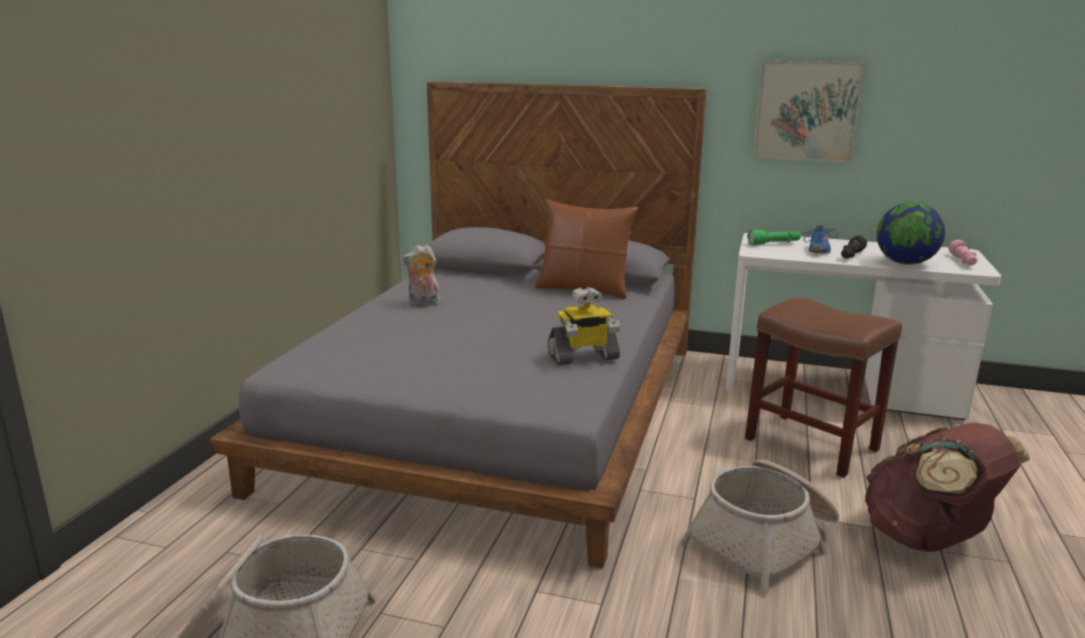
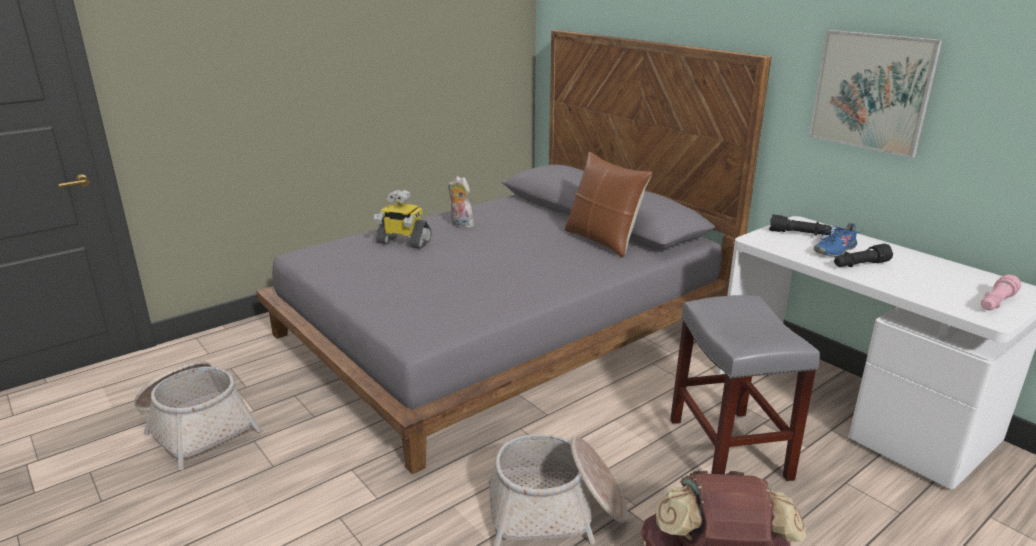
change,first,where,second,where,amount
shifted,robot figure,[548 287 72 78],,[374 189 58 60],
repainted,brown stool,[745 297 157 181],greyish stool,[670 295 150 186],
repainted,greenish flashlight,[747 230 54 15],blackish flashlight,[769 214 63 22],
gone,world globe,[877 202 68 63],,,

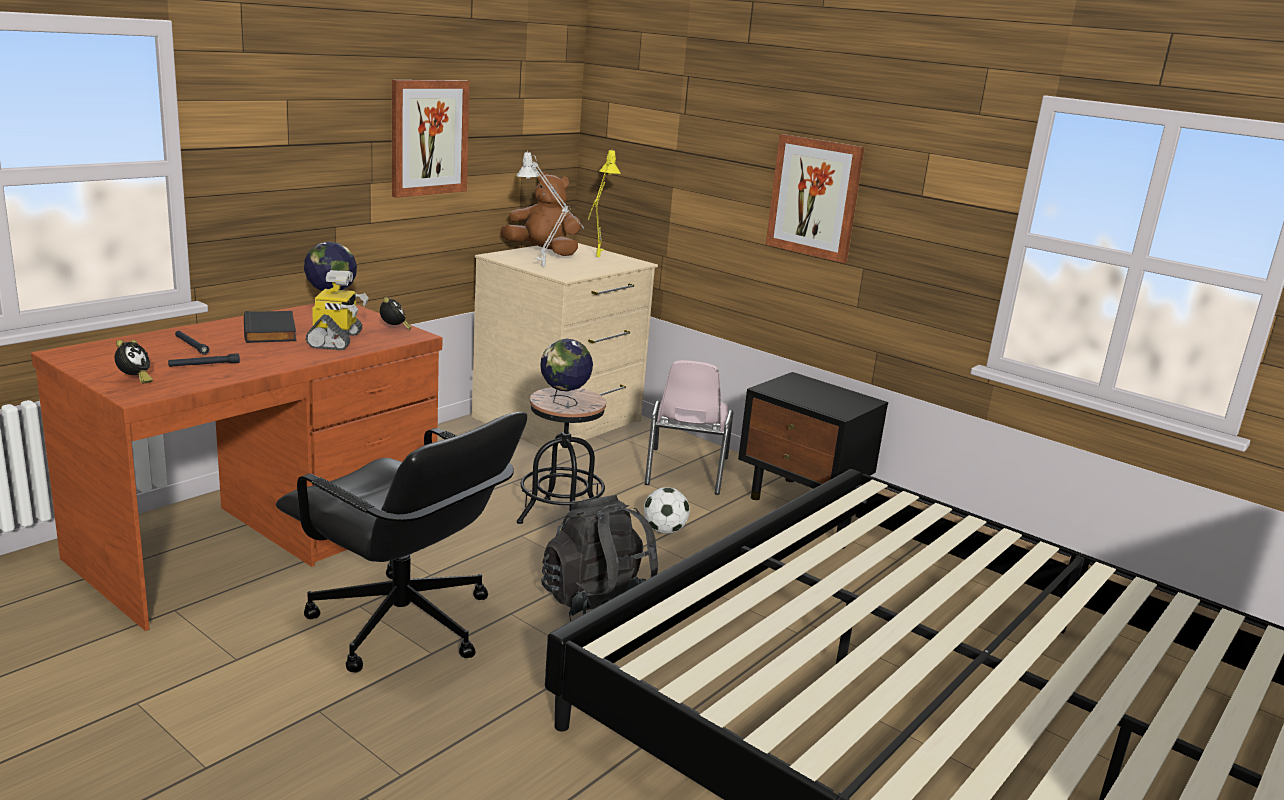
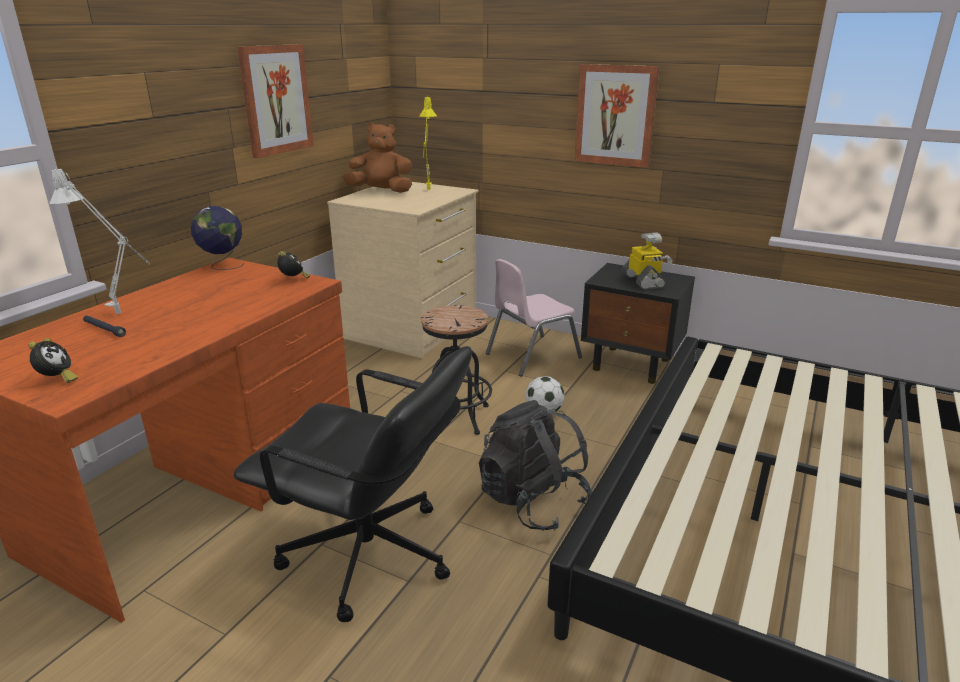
change,first,where,second,where,amount
shifted,greyish table lamp,[516 150 68 116],,[49 167 100 147],
rotated,pinkish plain chair,[645 360 88 135],,[486 259 96 118],60 degrees clockwise
shifted,robot figure,[305 270 64 80],,[622 232 51 58],
gone,blackish flashlight,[168 353 72 14],,,
gone,blackish bound book,[244 311 52 32],,,
gone,world globe,[540 339 53 69],,,

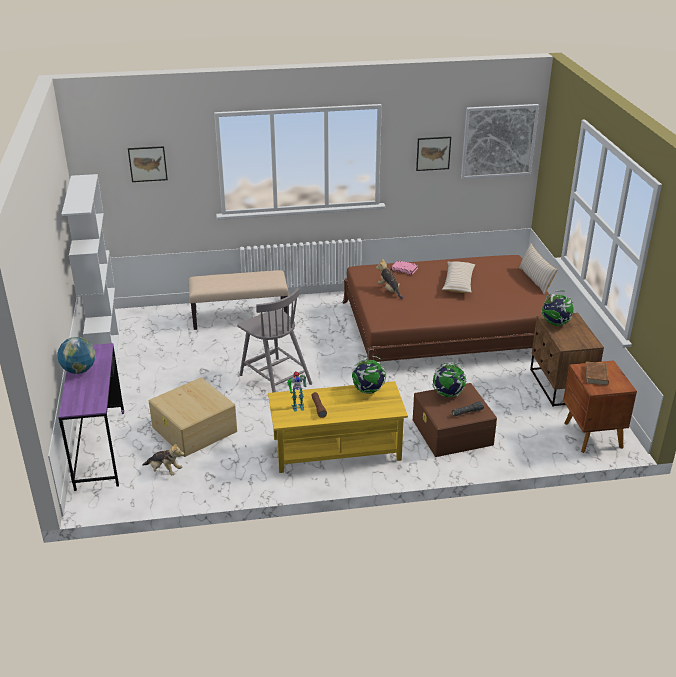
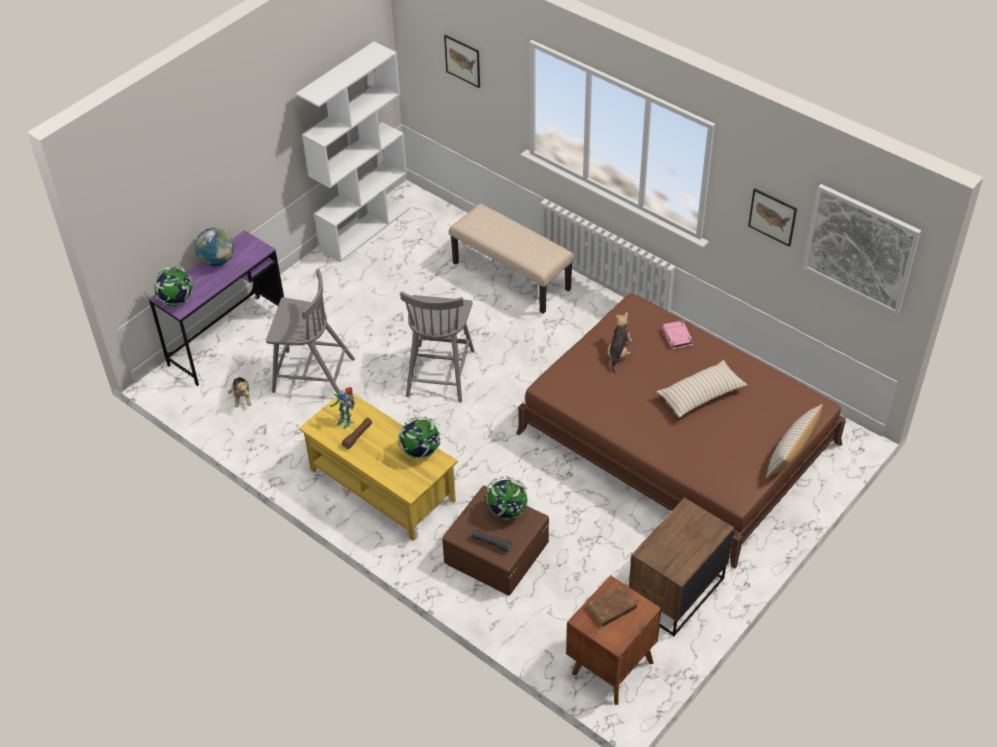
change,first,where,second,where,amount
shifted,world globe,[541 290 33 36],,[154 265 39 41],
swapped,sand-coloured storage container,[149 378 88 79],greyish plain chair,[266 269 89 125],

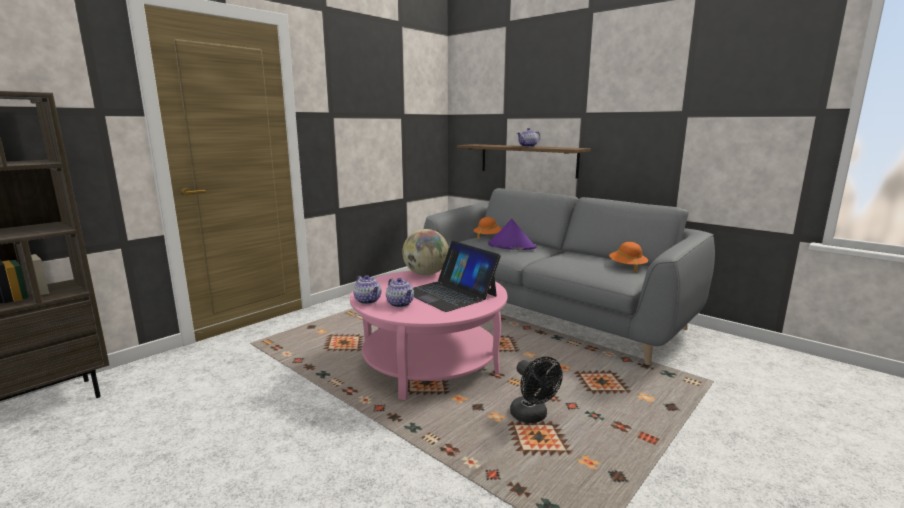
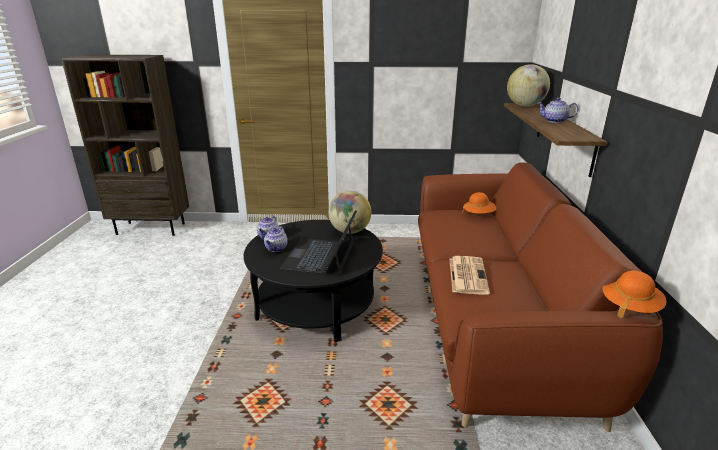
change,first,where,second,where,amount
repainted,pinkish lounge table,[350 270 157 130],blackish lounge table,[244 220 139 122],
repainted,greyish sofa,[424 188 291 177],brown sofa,[418 162 245 270],
new,,,newspaper,[450 256 40 39],
new,,,world globe,[507 64 43 43],
shifted,orange-coloured hat,[609 242 39 30],,[603 271 64 47],
gone,purplish hat,[488 219 49 31],,,
gone,blackish electric fan,[510 356 53 67],,,

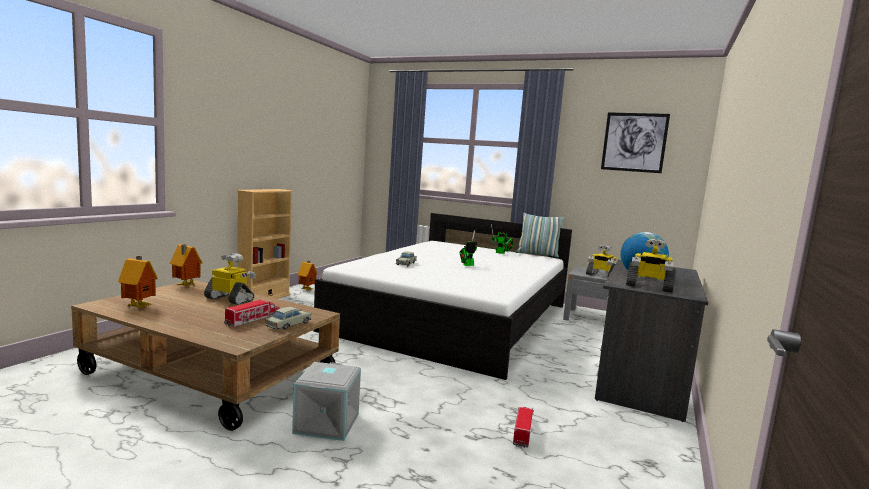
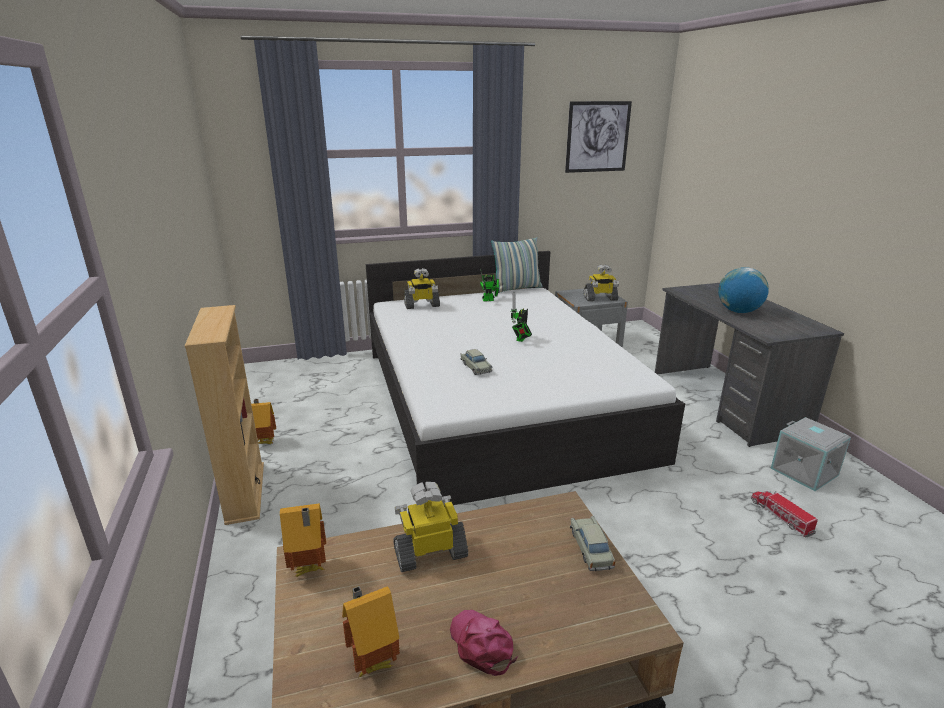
change,first,where,second,where,amount
shifted,robot figure,[626 239 50 54],,[404 268 36 41],
new,,,pinkish peaked cap,[450 610 68 66],
shifted,greyish storage container,[292 362 69 79],,[771 417 80 74],
gone,toy truck,[224 300 56 27],,,

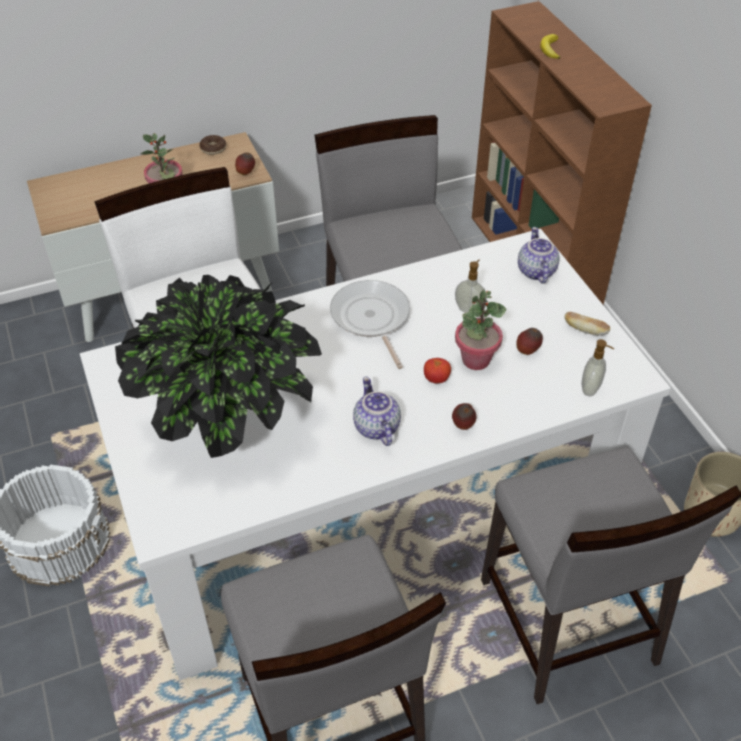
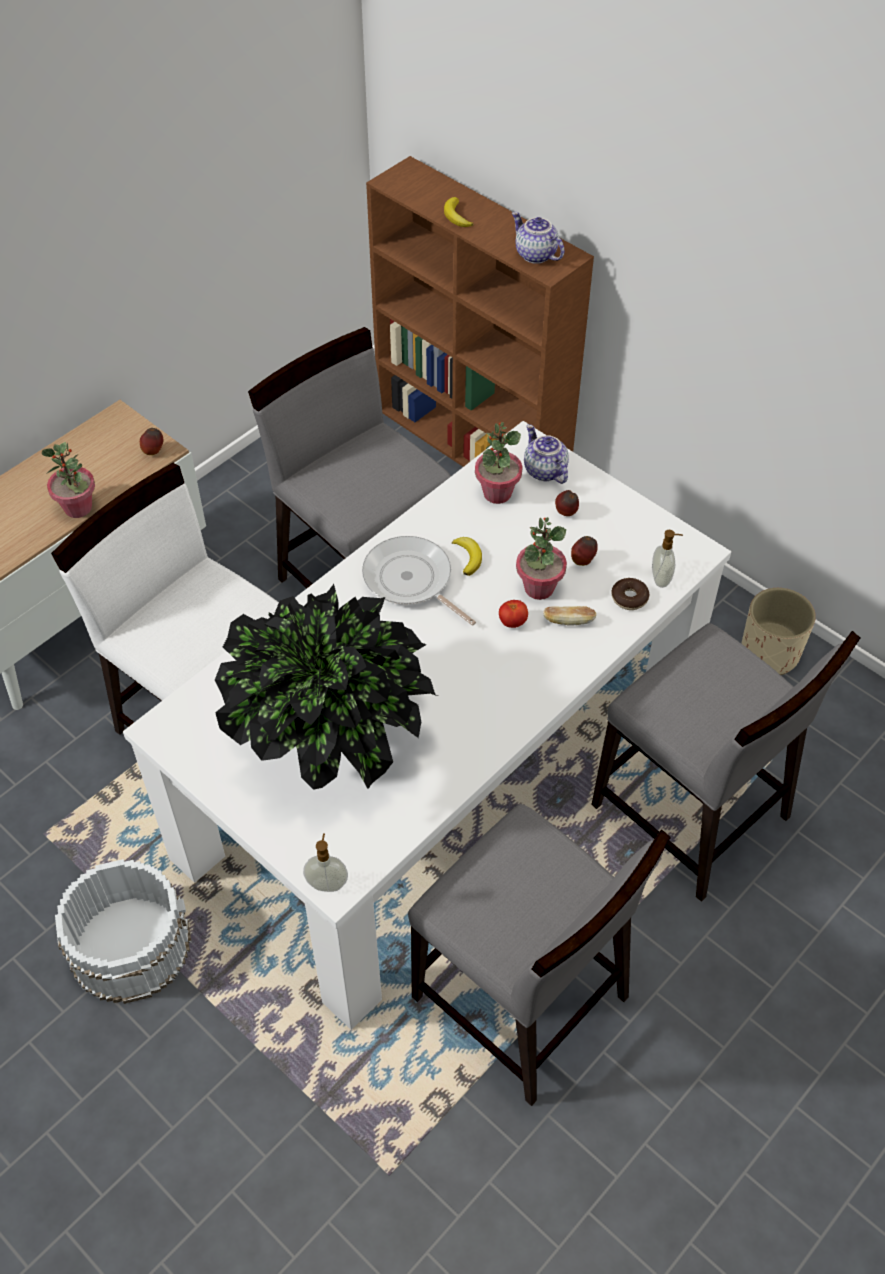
change,first,where,second,where,amount
shifted,liquid soap bottle,[455 260 32 53],,[303 833 45 59],
new,,,banana,[452 537 30 39],
new,,,houseplant,[475 422 48 82],
shifted,tea pot,[353 377 48 69],,[512 212 52 52],
shifted,bakery bread,[564 312 46 24],,[543 606 53 20],
shifted,whole apple,[452 403 24 27],,[555 490 24 26],
shifted,ring doughnut,[199 135 27 20],,[612 578 37 32],

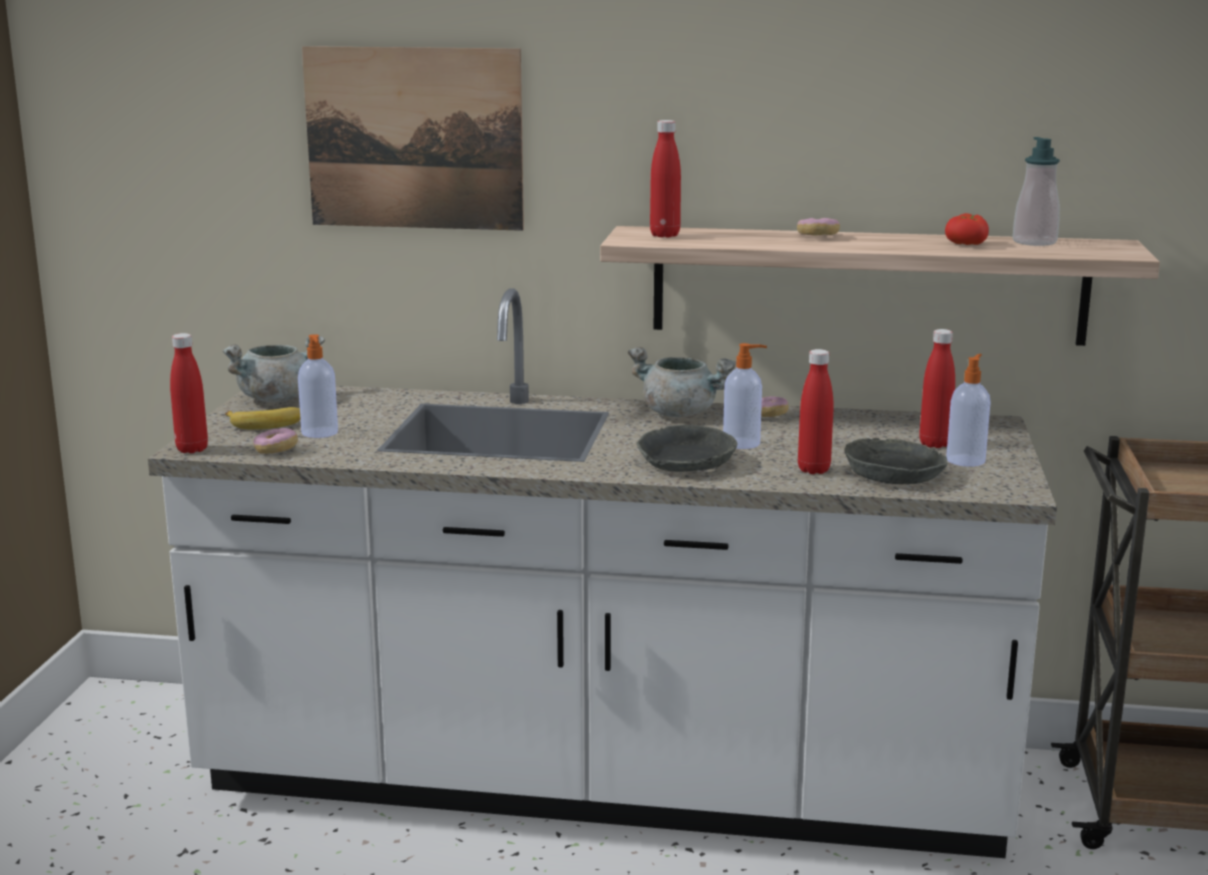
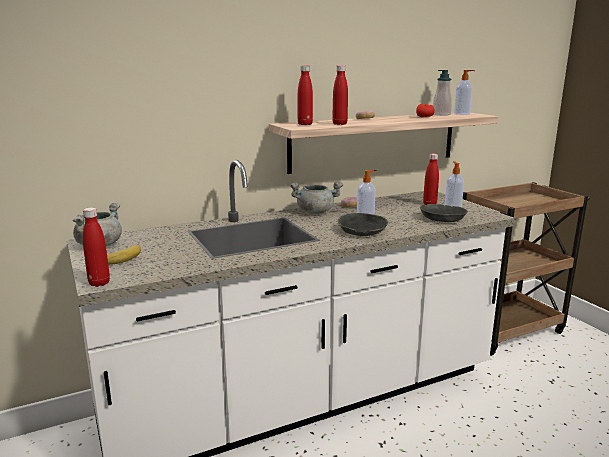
change,first,where,second,where,amount
shifted,red drink bottle,[798 349 36 125],,[332 65 16 60],
shifted,liquid soap bottle,[298 334 40 104],,[454 70 21 45],
gone,ring doughnut,[253 428 45 26],,,
gone,picture,[302 46 222 185],,,

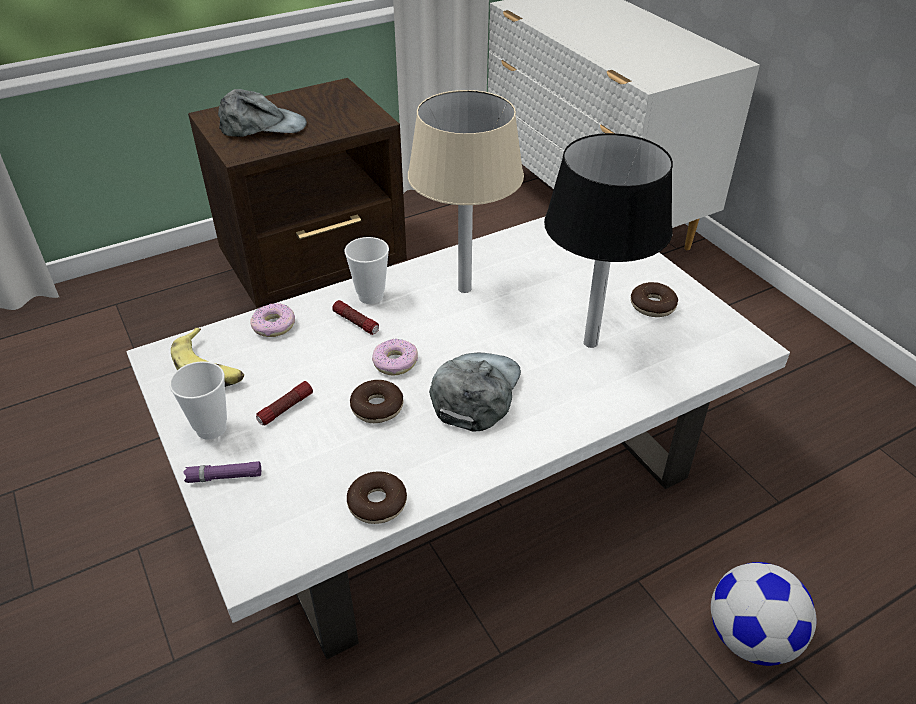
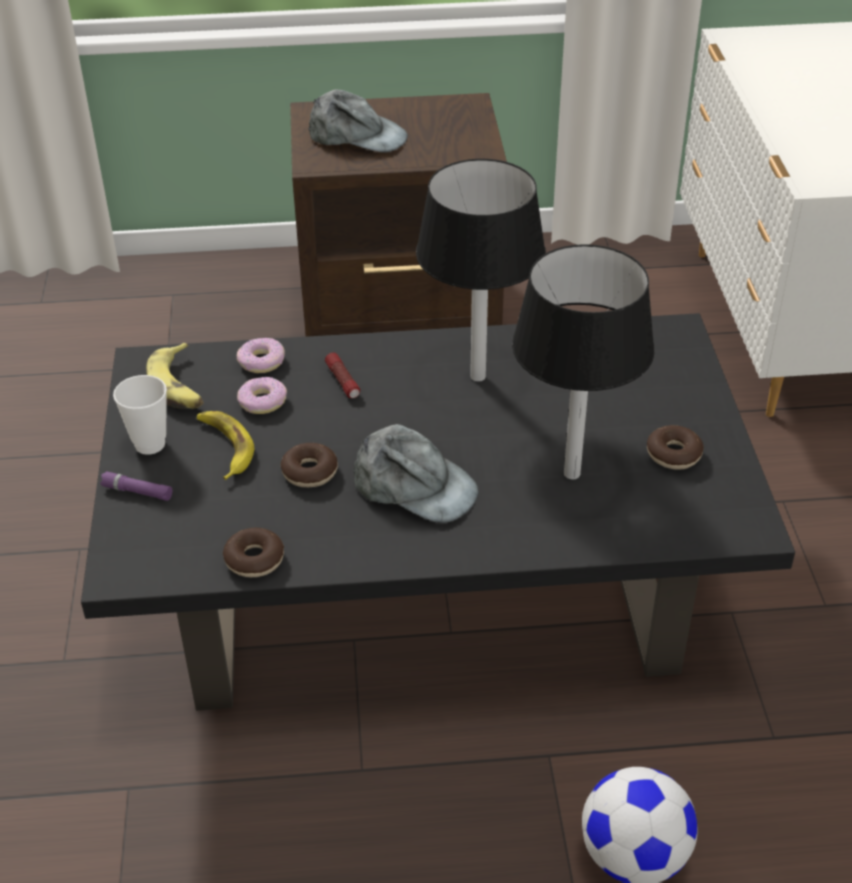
change,first,where,second,where,amount
repainted,whitish lounge table,[127 217 663 442],blackish lounge table,[81 313 714 398],
swapped,flashlight,[256 381 57 45],banana,[197 411 57 69],
shifted,ring doughnut,[372 339 46 36],,[237 377 50 37],
rotated,greyish peaked cap,[429 353 92 79],,[353 424 126 99],75 degrees clockwise
repainted,sand-coloured table lamp,[408 90 116 203],blackish table lamp,[416 159 130 223],
gone,drinking cup,[344 237 45 67],,,

